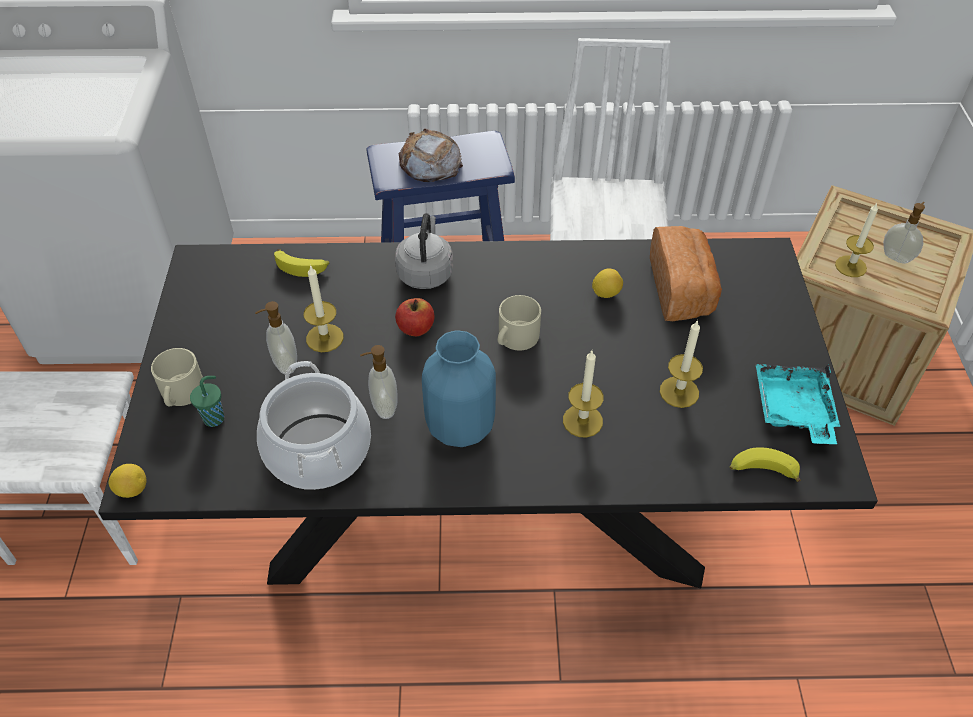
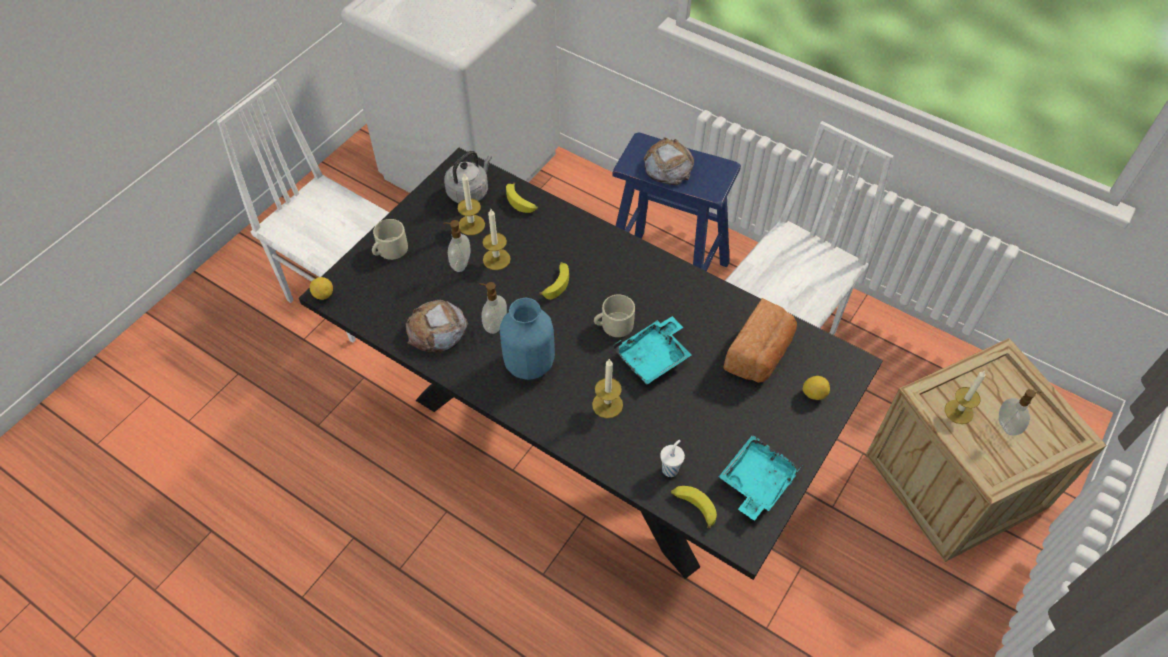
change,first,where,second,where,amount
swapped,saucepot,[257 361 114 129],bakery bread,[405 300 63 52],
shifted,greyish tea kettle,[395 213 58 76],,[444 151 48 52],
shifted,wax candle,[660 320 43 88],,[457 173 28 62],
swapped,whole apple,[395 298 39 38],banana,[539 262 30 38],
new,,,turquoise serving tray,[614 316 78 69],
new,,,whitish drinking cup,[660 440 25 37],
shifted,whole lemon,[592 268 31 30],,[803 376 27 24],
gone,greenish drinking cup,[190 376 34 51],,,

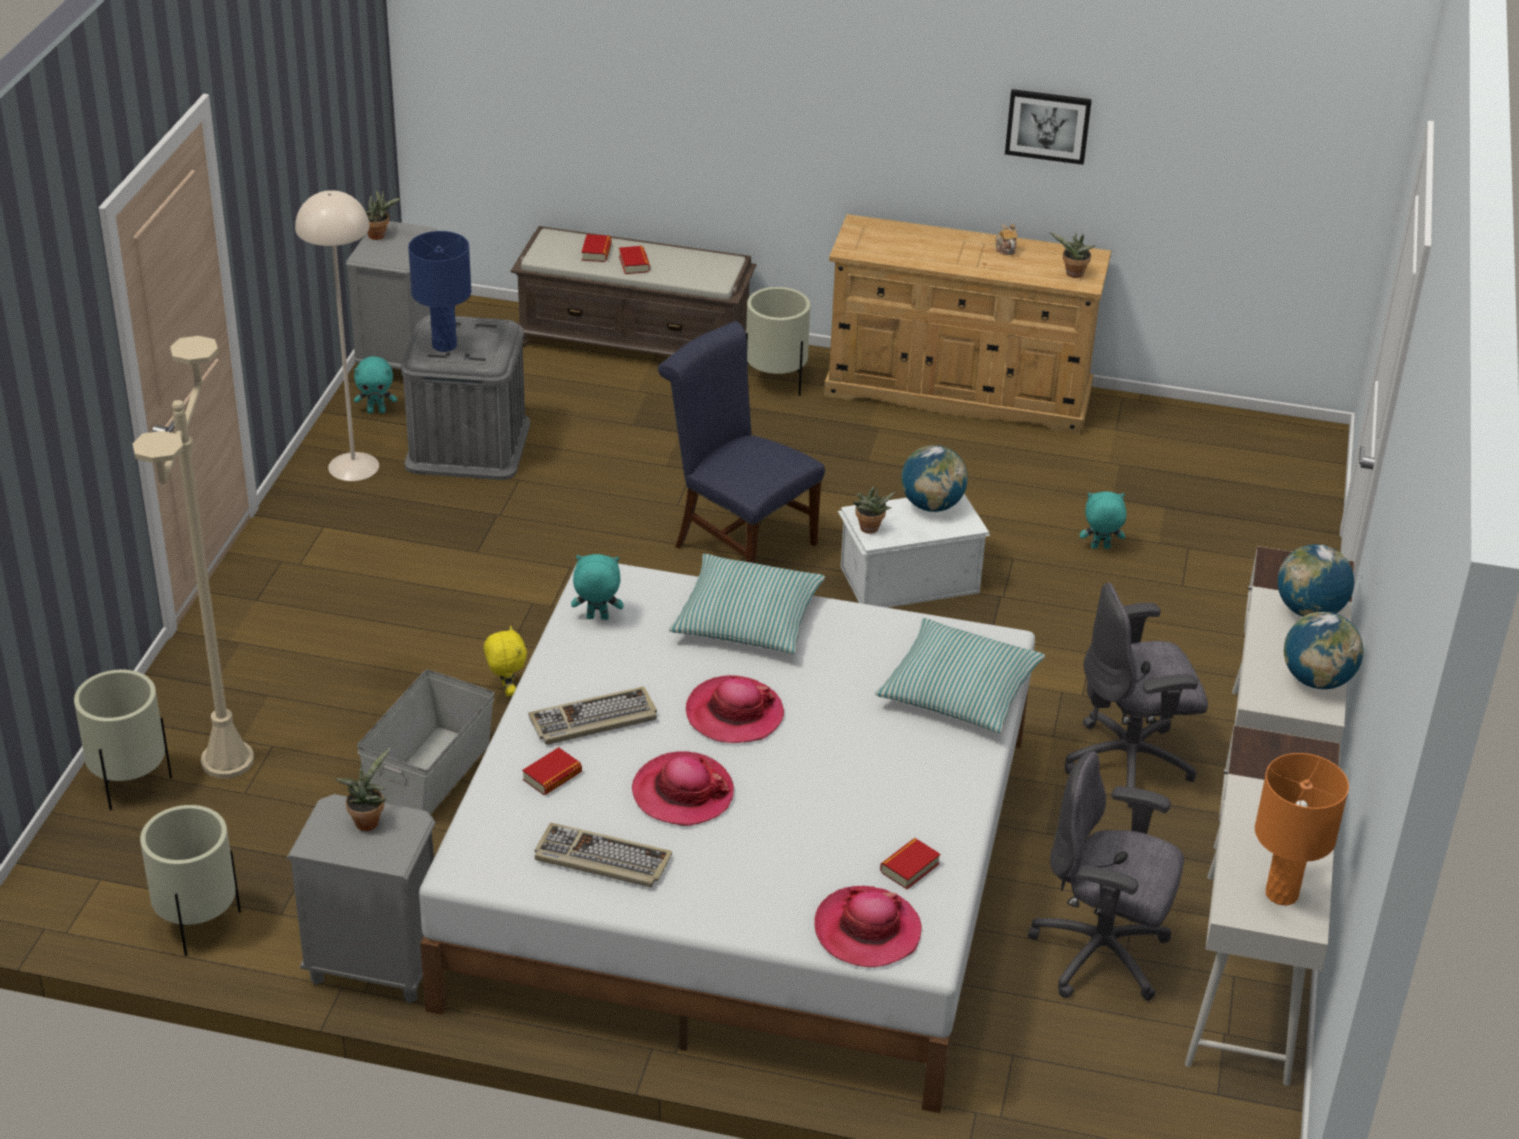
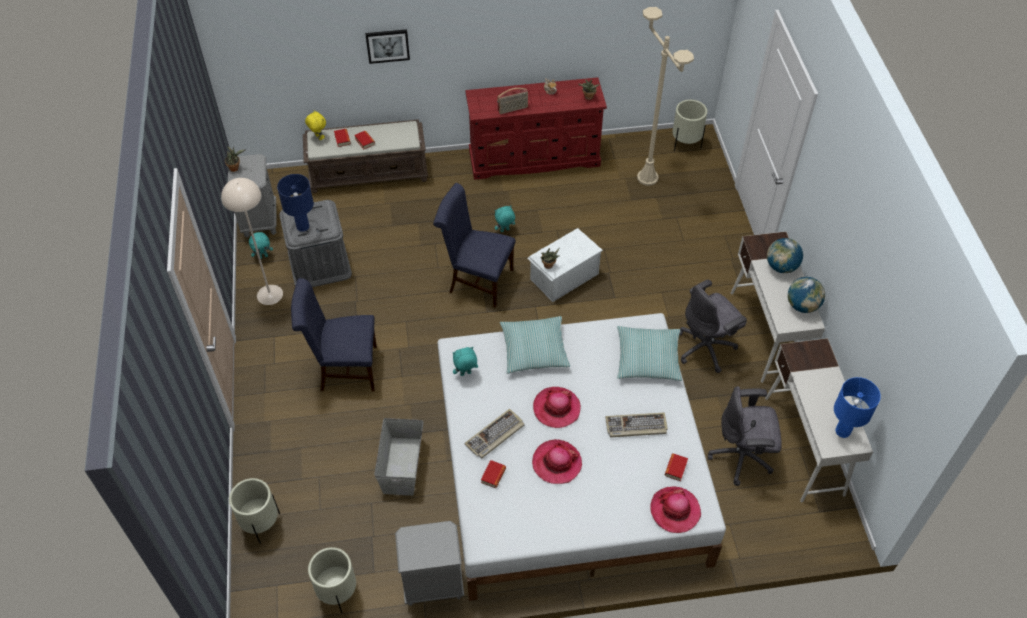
change,first,where,second,where,amount
new,,,bluish plain chair,[291 278 86 113],
shifted,yellow-coloured plush toy,[484 626 43 70],,[305 110 21 30],
shifted,picture,[1005 89 87 76],,[365 29 45 35],
repainted,sand-coloured chest of drawers,[824 214 287 221],red chest of drawers,[465 77 142 103],
shifted,turquoise plush toy,[1080 491 46 58],,[495 205 20 27],
new,,,radio receiver,[497 88 31 26],
shifted,computer keyboard,[535 823 137 65],,[605 413 63 24],
shifted,sand-coloured standard lamp,[132 336 122 442],,[637 7 57 179],
shifted,sand-coloured flower pot,[746 287 64 109],,[672 100 35 51],
repainted,orange-coloured table lamp,[1255 753 94 153],bluish table lamp,[834 377 47 61],
gone,houseplant,[334 748 57 83],,,
gone,world globe,[901 445 67 67],,,

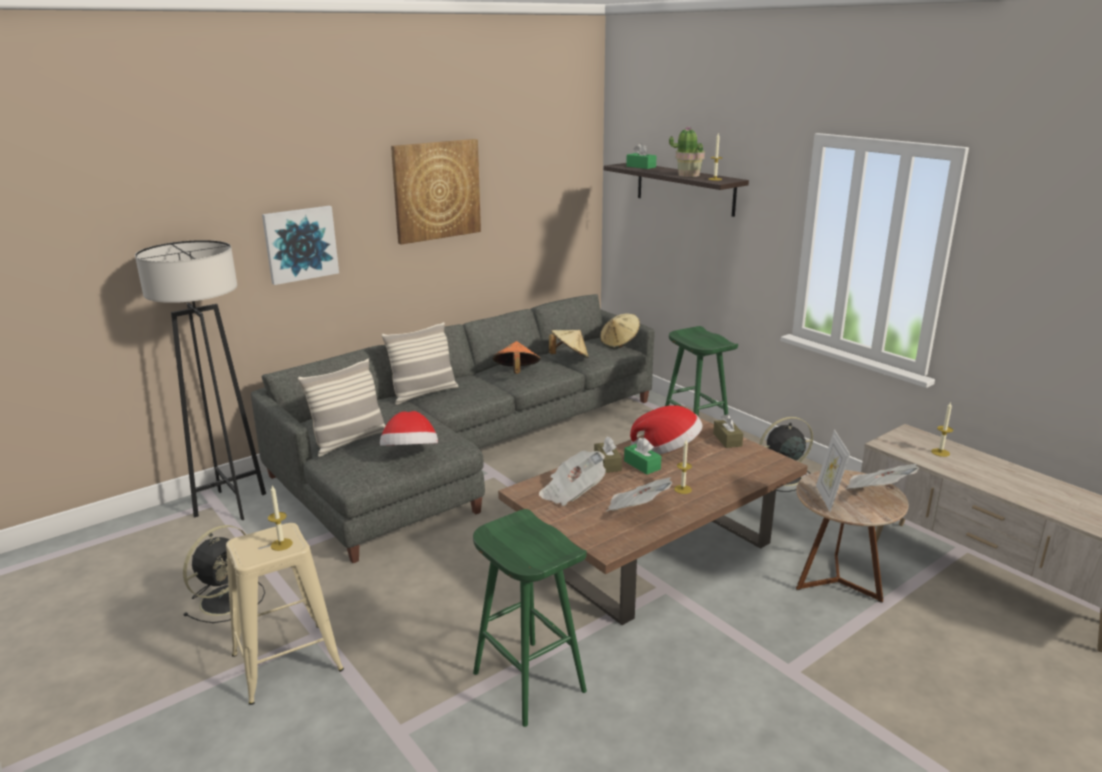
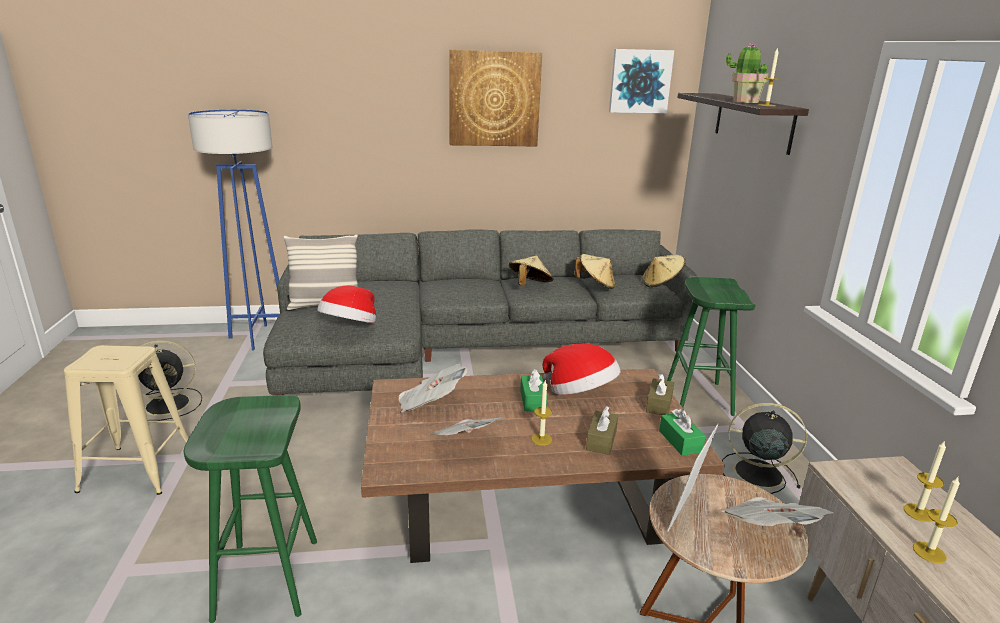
change,first,where,second,where,amount
repainted,greyish standard lamp,[135 240 131 280],bluish standard lamp,[188 110 92 241],
repainted,orange-coloured hat,[493 341 47 33],sand-coloured hat,[509 256 44 30],
shifted,brown tissue box,[594 436 28 37],,[586 406 32 49],
shifted,picture,[262 206 77 79],,[609 49 65 64],
shifted,greenish tissue box,[626 143 31 26],,[659 408 47 48],
shifted,wax candle,[268 485 25 66],,[913 477 47 87],
gone,pillow,[381 322 78 83],,,

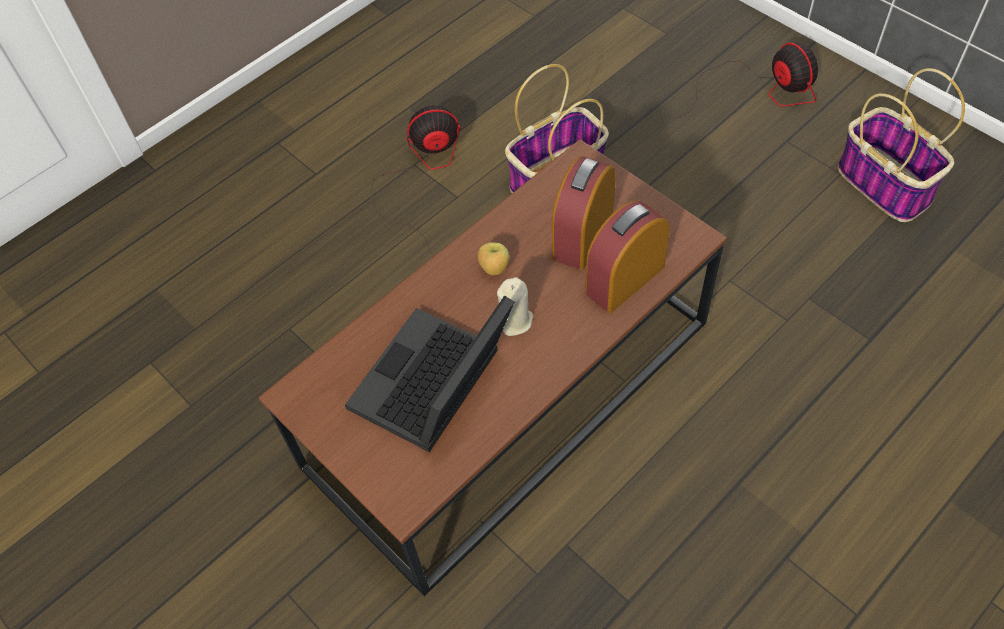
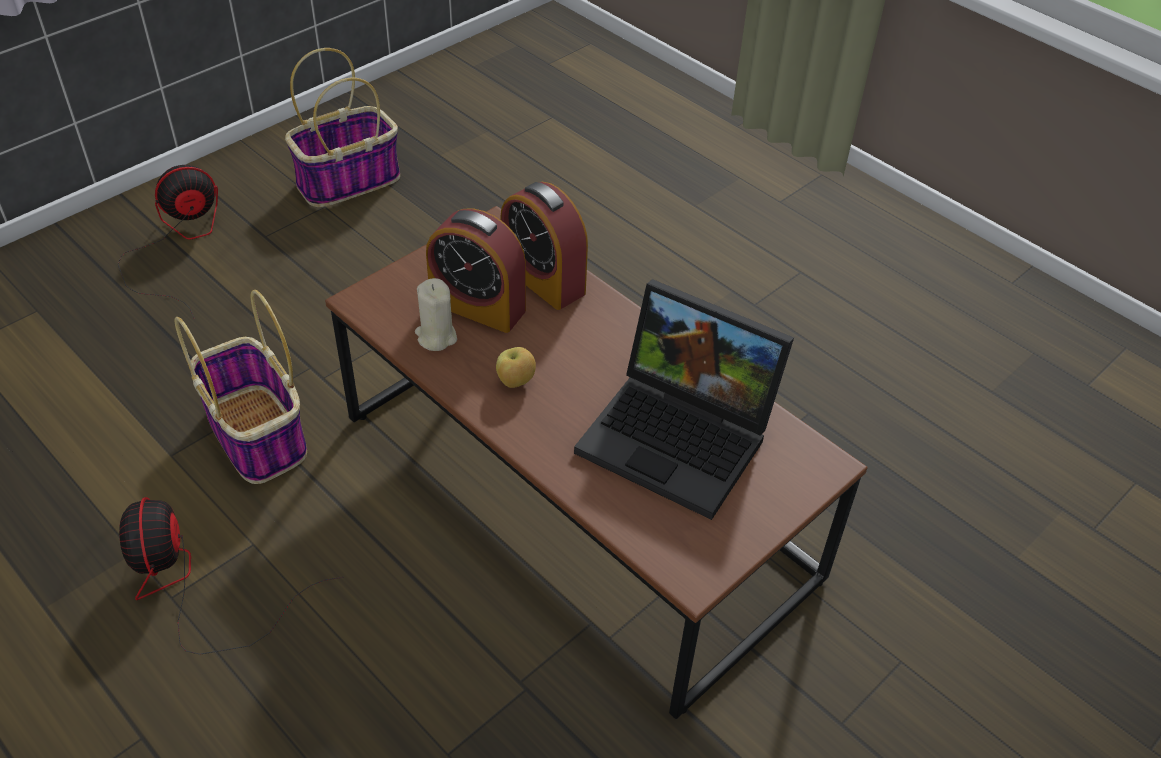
change,first,where,second,where,amount
shifted,sand-coloured wax candle,[497 277 36 59],,[415 278 42 73],

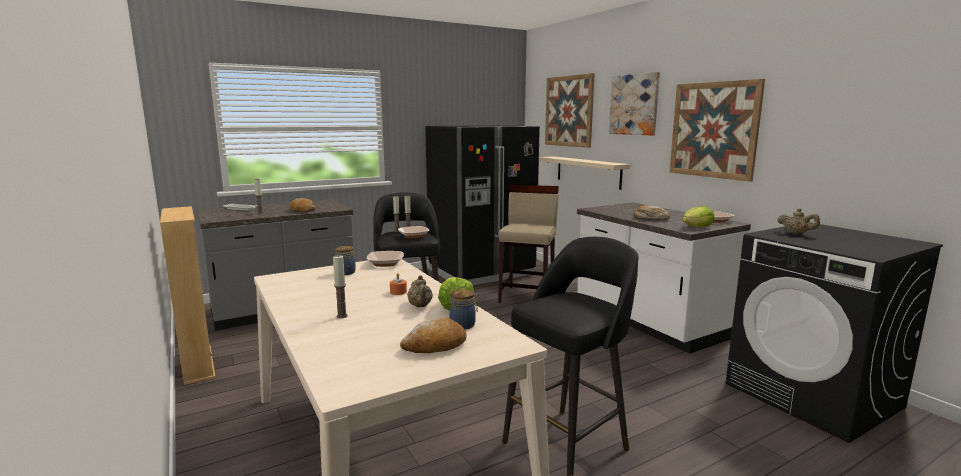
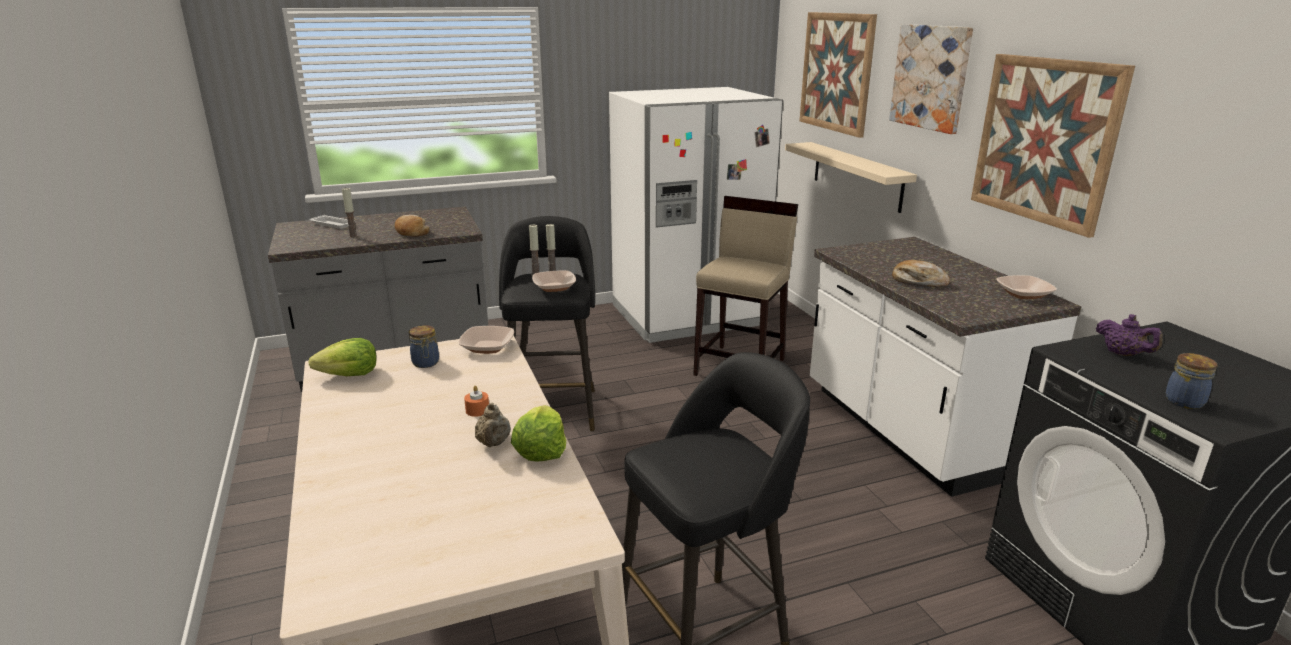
change,first,where,second,where,amount
shifted,head of lettuce,[682 206 32 21],,[309 338 68 38],
repainted,blackish kitchen fridge,[425 125 115 160],whitish kitchen fridge,[609 87 174 256],
repainted,sand-coloured tea pot,[777 208 43 26],purplish tea pot,[1096 314 67 42],
shifted,storage jar,[450 289 28 40],,[1166 353 51 56],
gone,sand-coloured bookshelf,[160 206 56 179],,,
gone,wax candle,[333 255 15 63],,,
gone,bakery bread,[400 318 67 35],,,

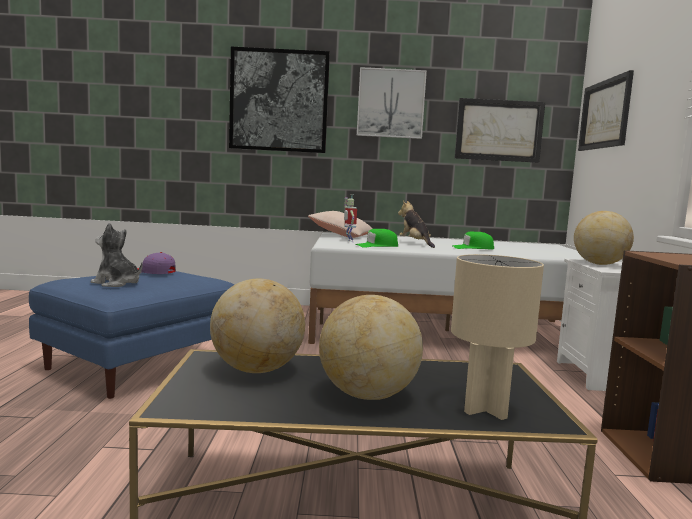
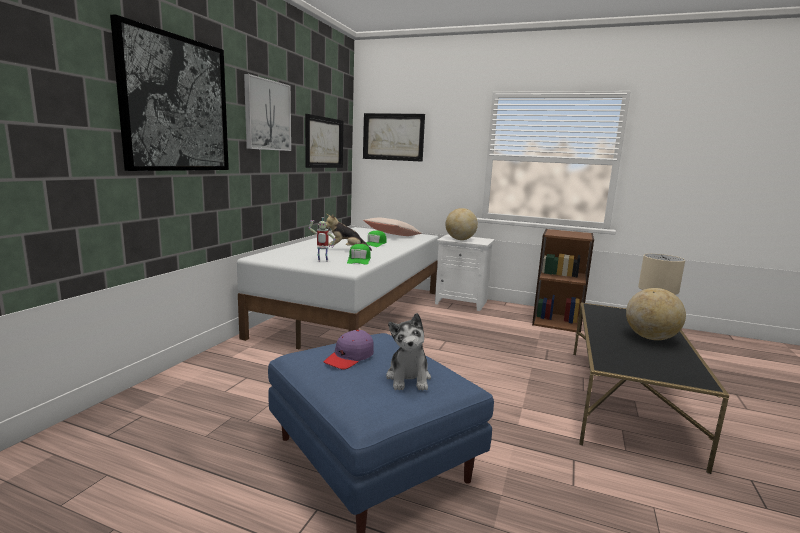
change,first,where,second,where,amount
shifted,sand-coloured pillow,[308 211 64 27],,[363 218 58 18],
rotated,plush toy,[91 223 52 64],,[386 313 45 77],45 degrees counterclockwise
gone,world globe,[210 279 95 94],,,

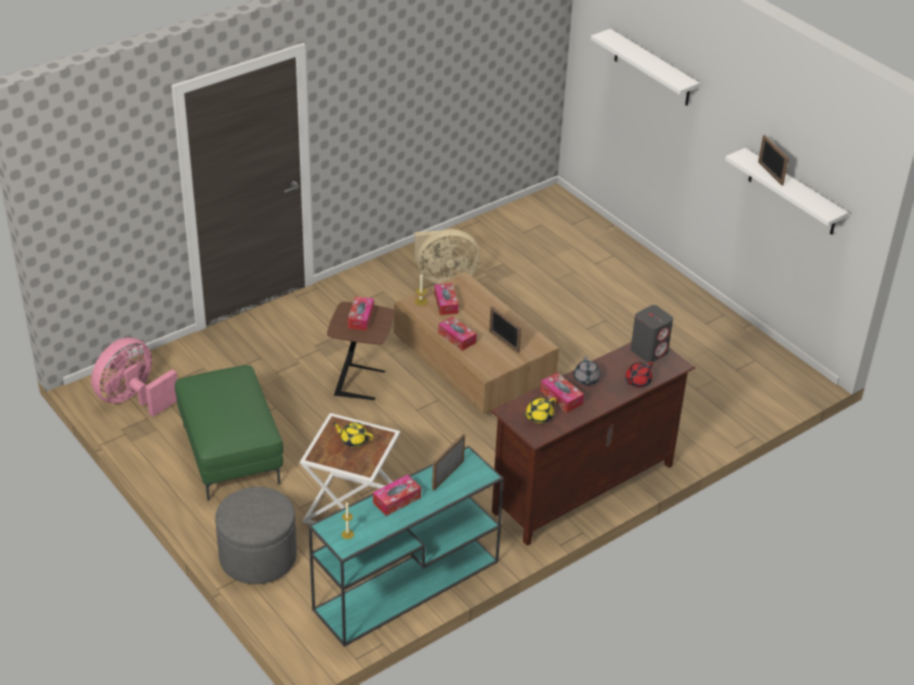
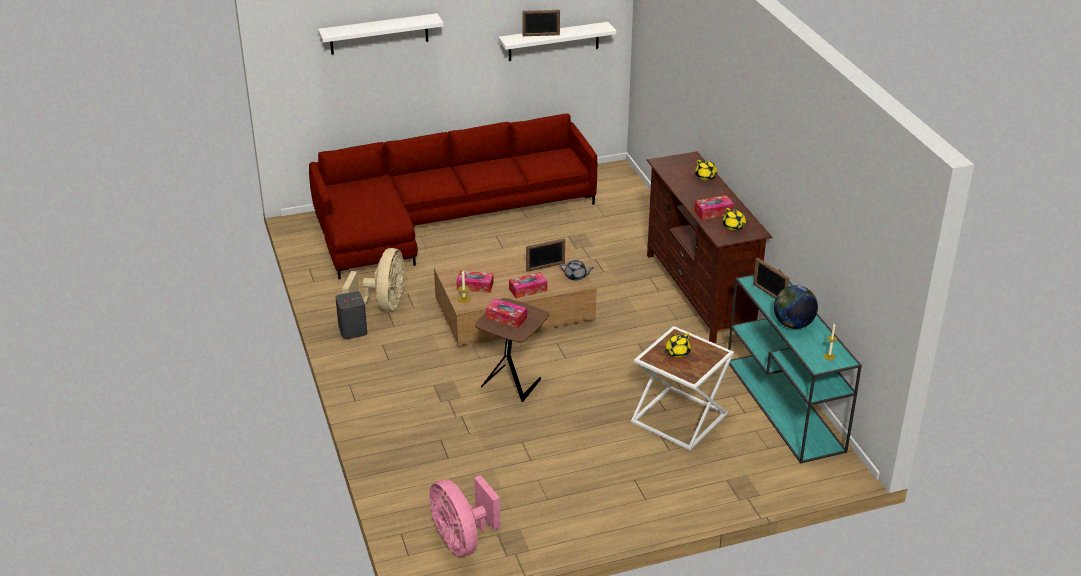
change,first,where,second,where,amount
new,,,red sofa,[309 113 288 166],
shifted,greyish audio speaker,[631 305 42 58],,[335 291 32 48],
shifted,greyish tea pot,[574 356 26 29],,[559 260 35 21],
repainted,red tea pot,[625 362 28 26],yellow-coloured tea pot,[695 160 22 20],
swapped,tissue box,[373 475 48 41],world globe,[774 285 44 44],
gone,greenish ottoman,[175 365 108 136],,,
gone,greyish ottoman,[215 487 82 97],,,

